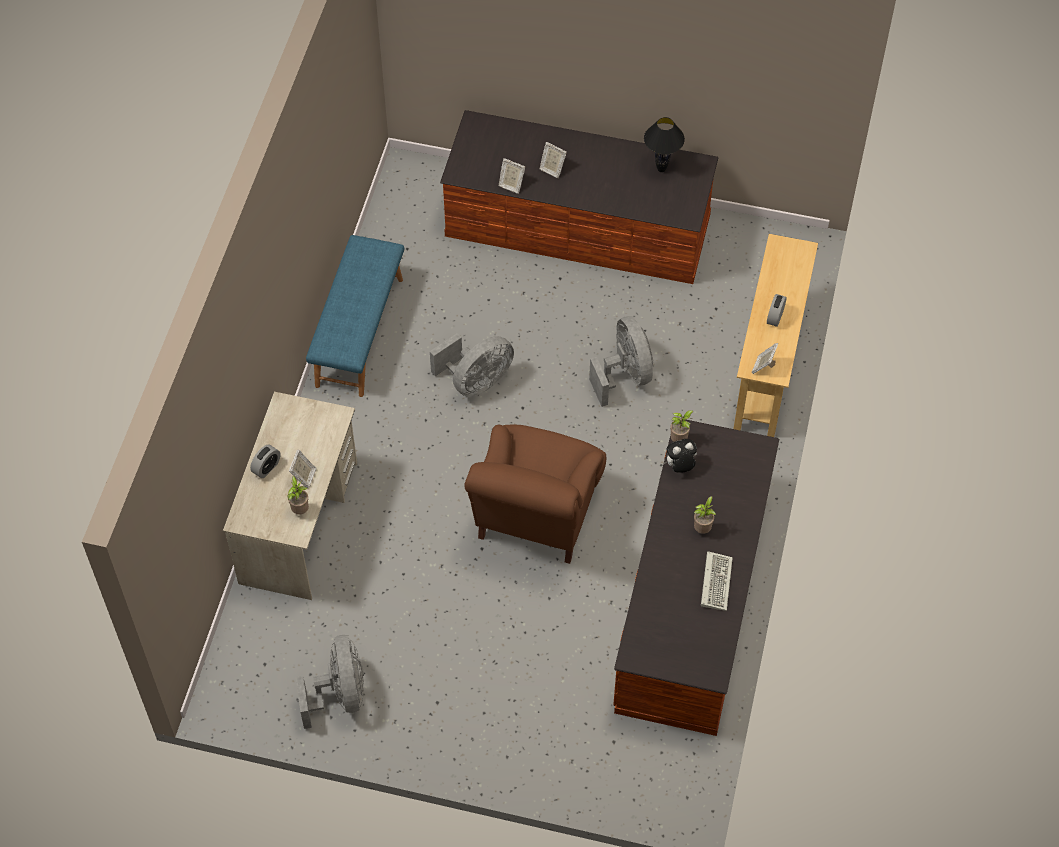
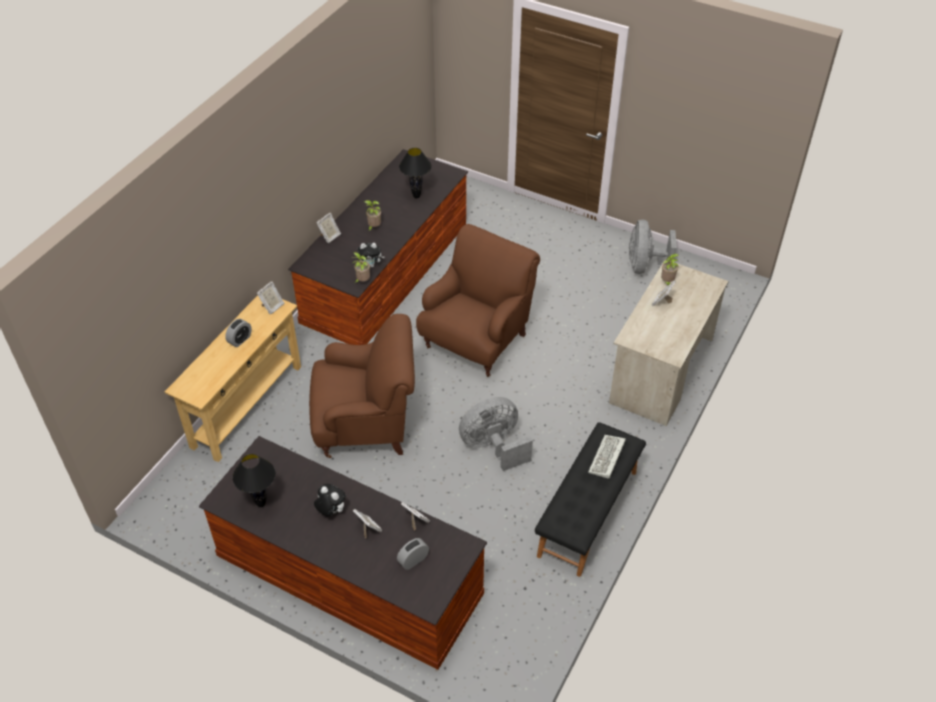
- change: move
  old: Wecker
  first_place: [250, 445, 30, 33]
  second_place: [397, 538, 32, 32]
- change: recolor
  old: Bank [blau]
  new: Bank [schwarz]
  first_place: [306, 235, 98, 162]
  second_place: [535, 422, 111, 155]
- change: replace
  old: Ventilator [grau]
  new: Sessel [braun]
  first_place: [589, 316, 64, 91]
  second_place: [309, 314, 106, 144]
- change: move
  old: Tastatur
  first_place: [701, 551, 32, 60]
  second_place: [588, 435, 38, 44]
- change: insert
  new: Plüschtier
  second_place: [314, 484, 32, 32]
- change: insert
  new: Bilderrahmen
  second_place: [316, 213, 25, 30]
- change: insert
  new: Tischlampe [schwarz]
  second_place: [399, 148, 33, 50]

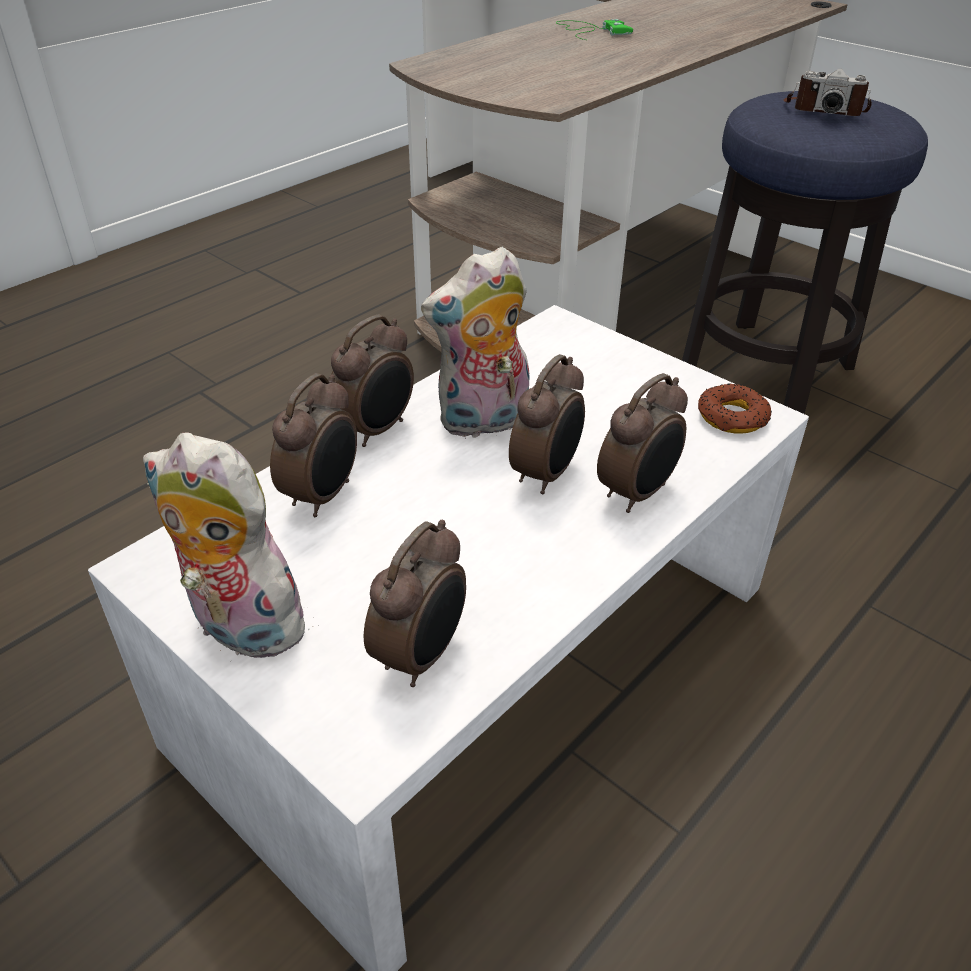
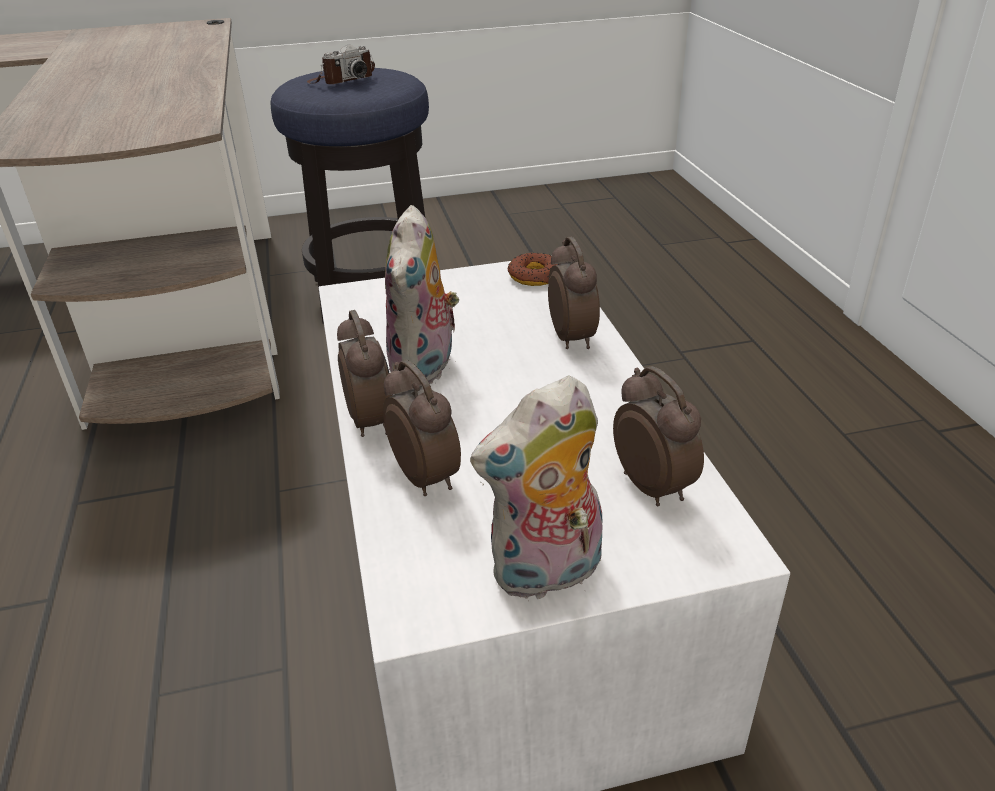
- change: delete
  old: Wecker
  first_place: [509, 354, 76, 140]
- change: delete
  old: Gamepad [grün]
  first_place: [557, 19, 76, 21]

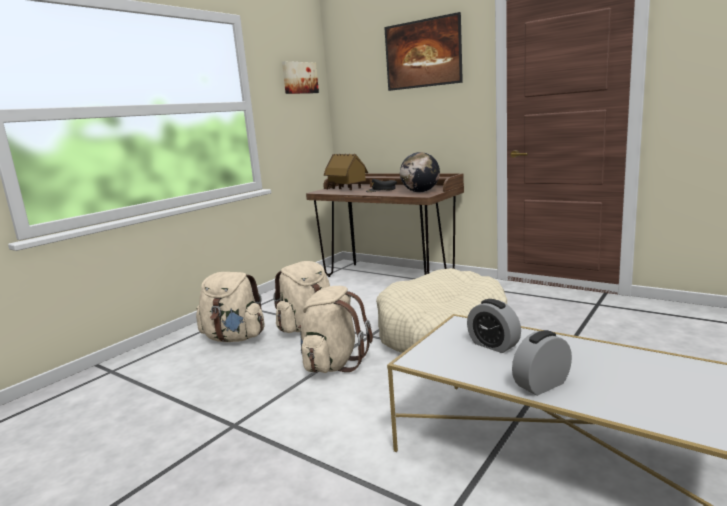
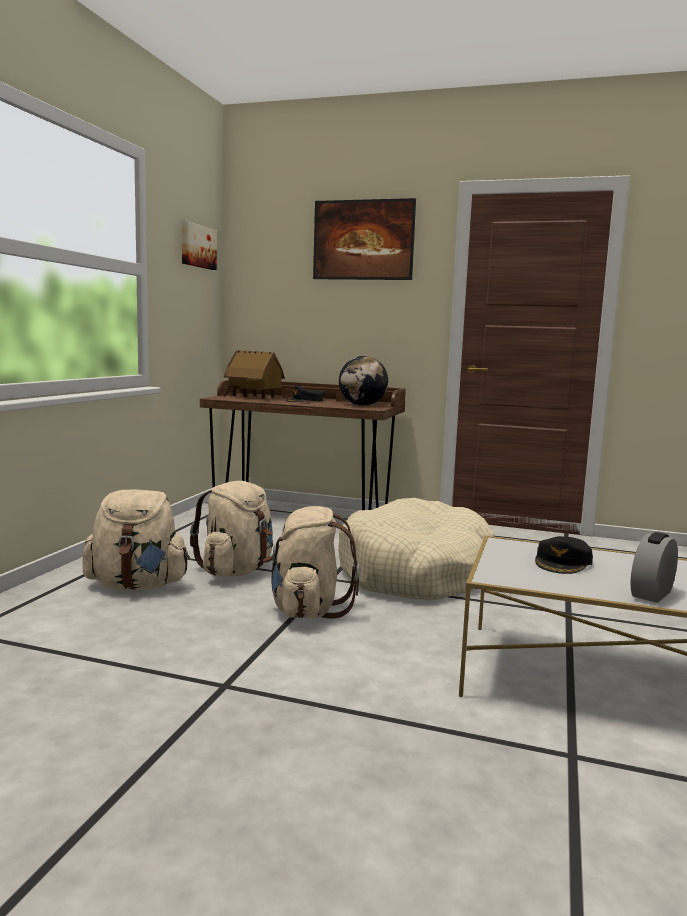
- change: replace
  old: Wecker
  new: Kappe [schwarz]
  first_place: [467, 299, 54, 54]
  second_place: [535, 536, 58, 38]

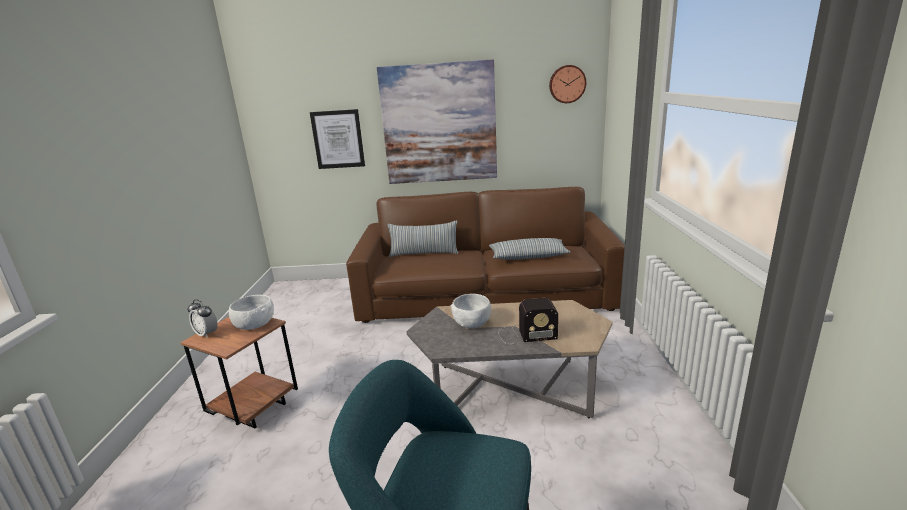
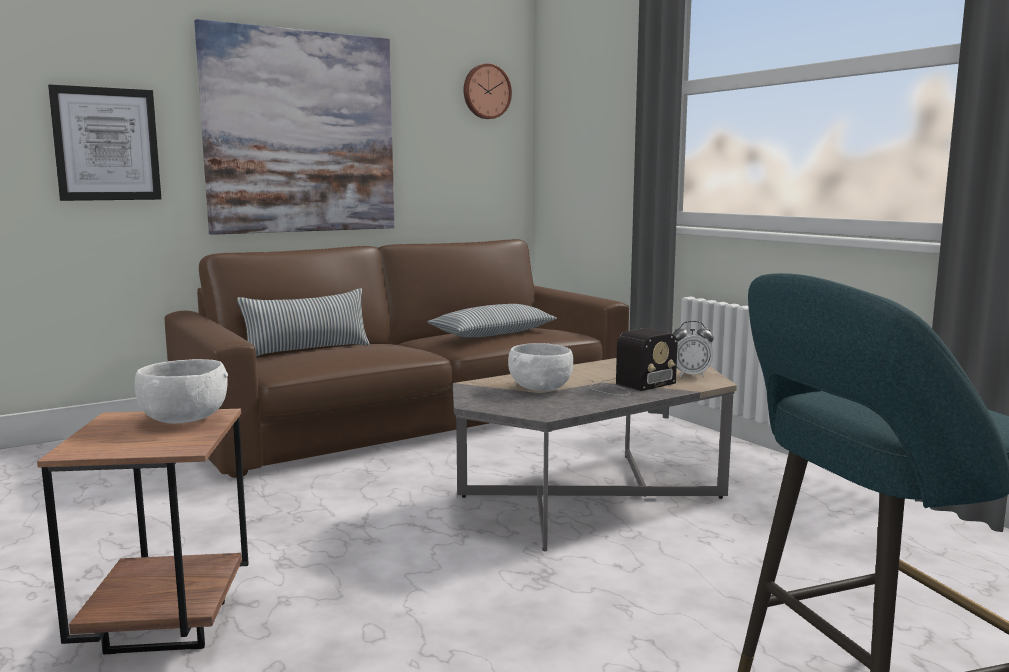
- change: move
  old: Wecker
  first_place: [188, 299, 30, 39]
  second_place: [673, 321, 41, 56]

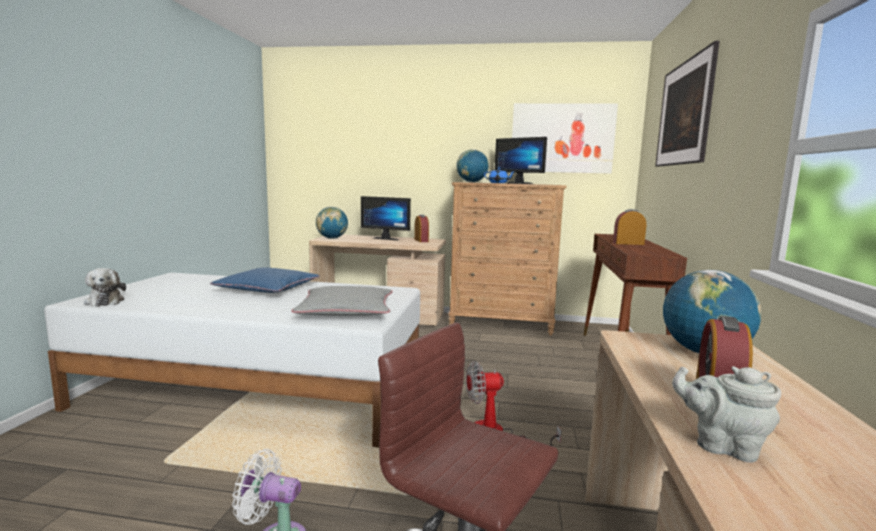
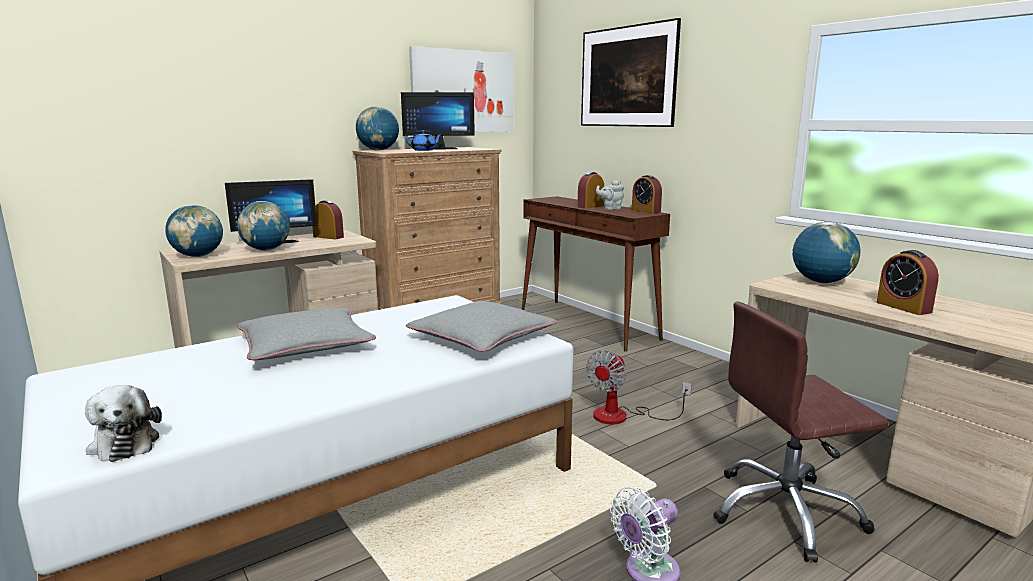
- change: rotate
  old: Plüschtier
  first_place: [84, 268, 42, 39]
  second_place: [85, 385, 77, 77]
  degrees: 45
- change: recolor
  old: Kissen [blau]
  new: Kissen [grau]
  first_place: [210, 268, 110, 25]
  second_place: [237, 308, 139, 52]
- change: move
  old: Teekanne [grau]
  first_place: [672, 366, 109, 97]
  second_place: [596, 181, 28, 29]
- change: insert
  new: Globus
  second_place: [237, 201, 53, 50]
- change: insert
  new: Wecker
  second_place: [632, 175, 30, 39]

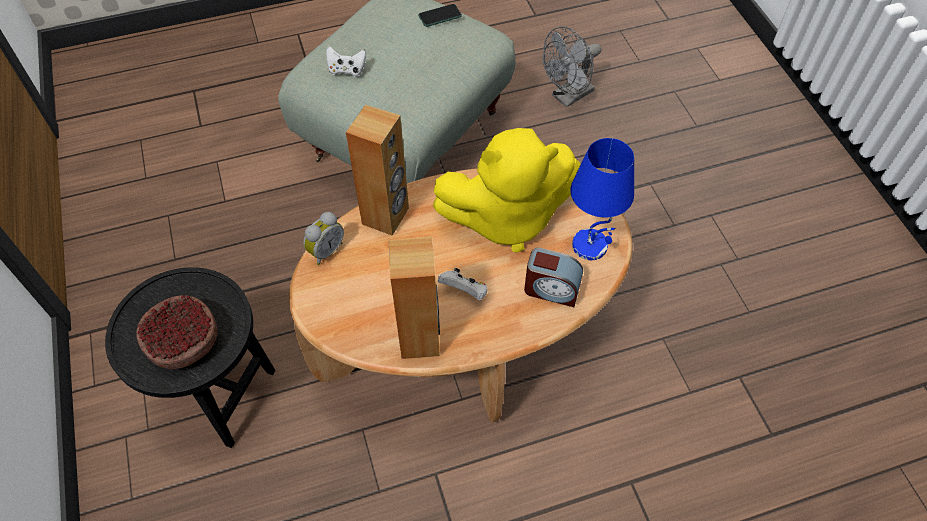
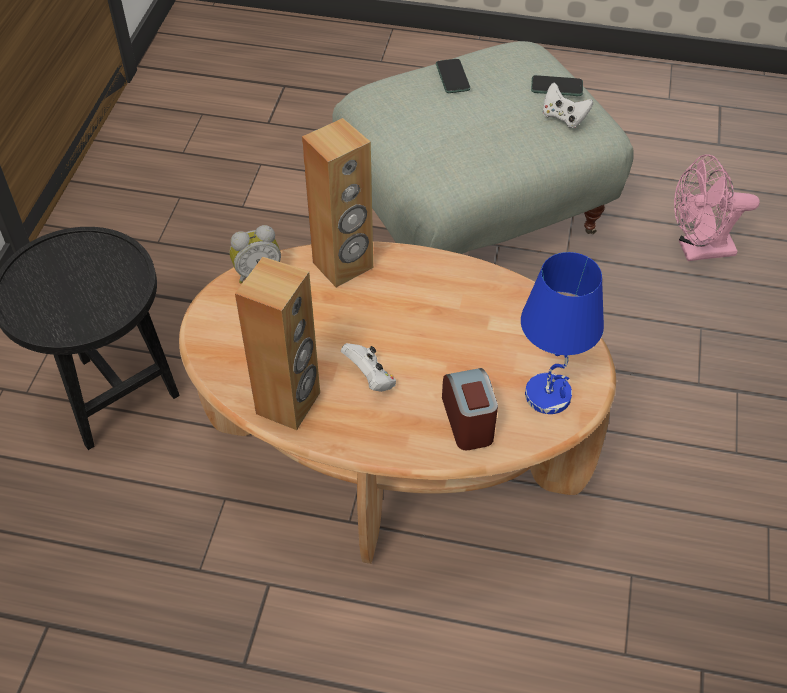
- change: delete
  old: Schüssel
  first_place: [136, 295, 81, 74]
- change: move
  old: Gamepad [weiß]
  first_place: [326, 46, 40, 31]
  second_place: [542, 83, 51, 45]
- change: delete
  old: Plüschtier [gelb]
  first_place: [433, 128, 148, 125]
- change: rotate
  old: Wecker
  first_place: [524, 248, 59, 59]
  second_place: [442, 368, 56, 82]
  degrees: -150
- change: recolor
  old: Ventilator [grau]
  new: Ventilator [rosa]
  first_place: [543, 27, 58, 80]
  second_place: [674, 154, 86, 107]
- change: insert
  new: Handy
  second_place: [436, 59, 35, 34]

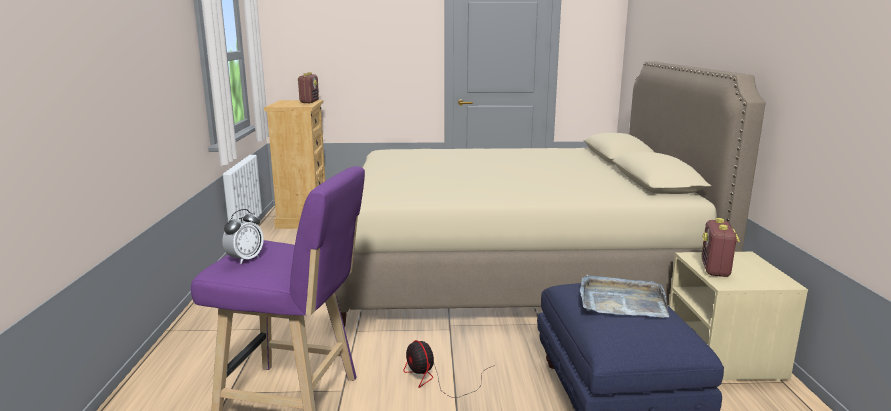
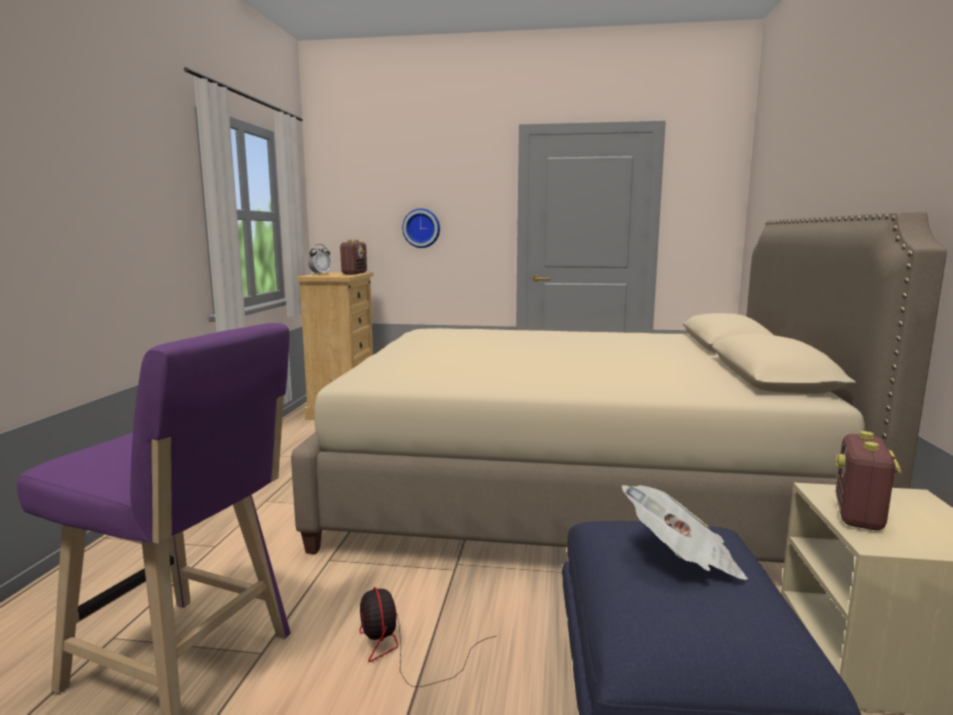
- change: move
  old: Wecker
  first_place: [222, 209, 42, 55]
  second_place: [308, 244, 24, 31]
- change: replace
  old: Tablett [grau]
  new: Zeitung
  first_place: [580, 274, 89, 44]
  second_place: [622, 485, 126, 95]
- change: insert
  new: Wanduhr
  second_place: [402, 208, 38, 40]

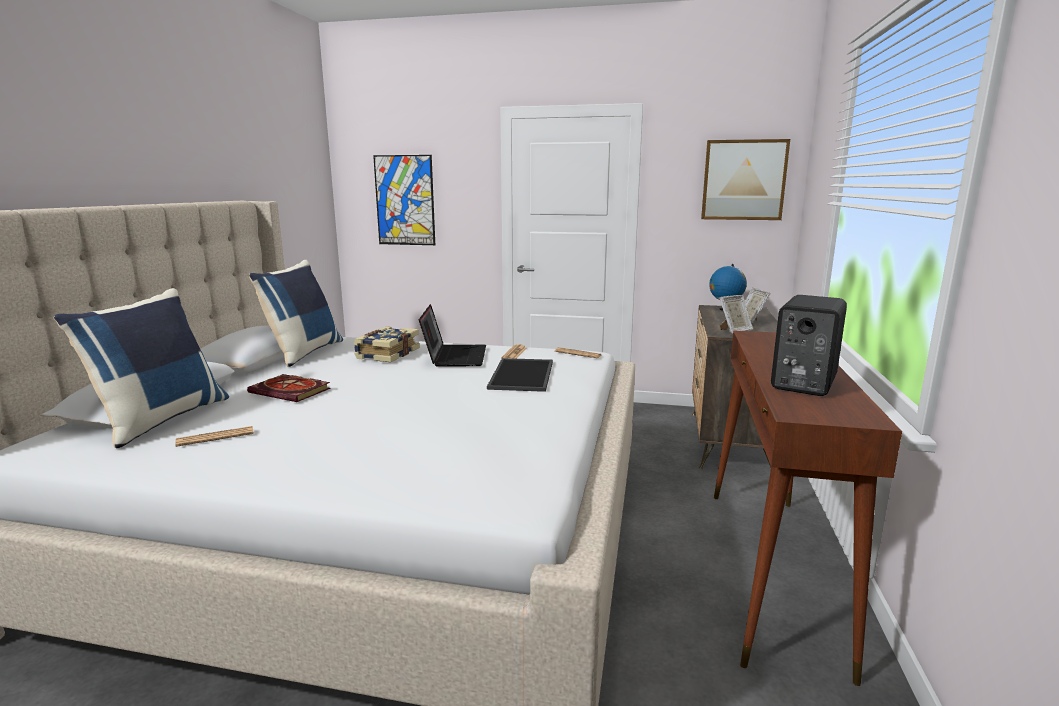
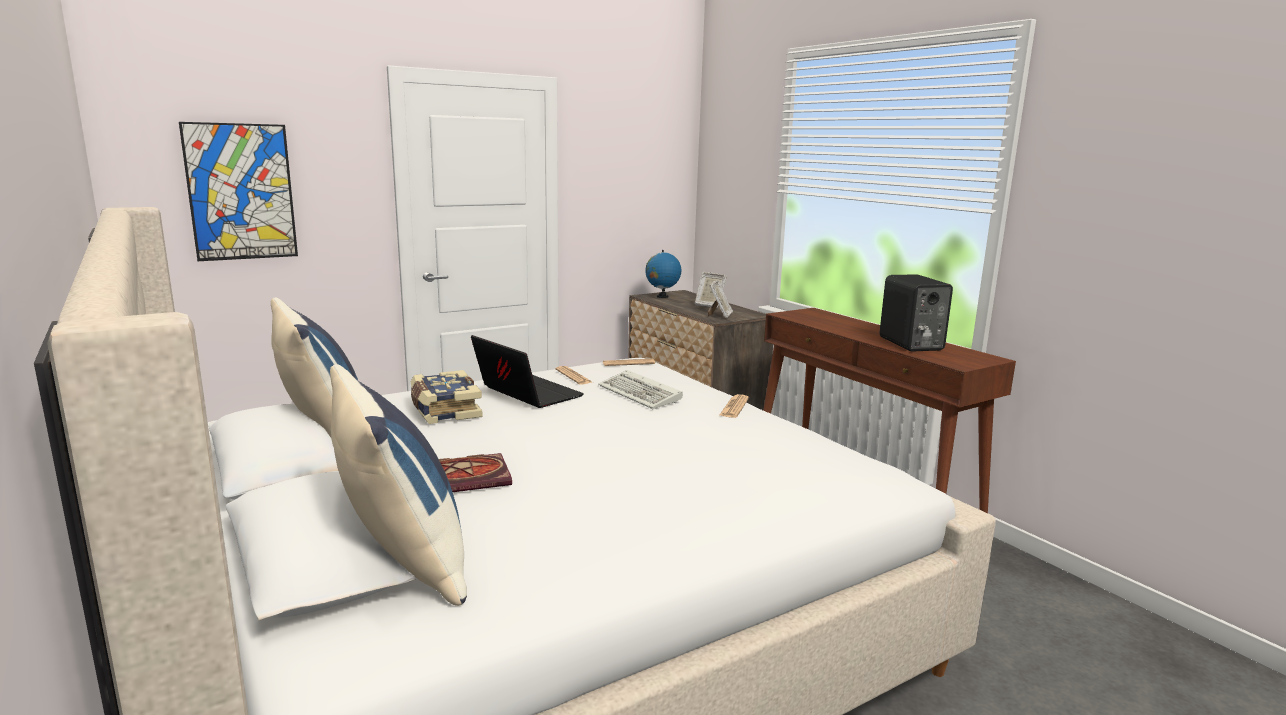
- change: move
  old: Zeitung
  first_place: [175, 426, 79, 21]
  second_place: [720, 394, 29, 24]
- change: replace
  old: Tablett
  new: Tastatur
  first_place: [487, 358, 66, 34]
  second_place: [598, 370, 85, 39]
- change: delete
  old: Bild
  first_place: [701, 139, 89, 81]

